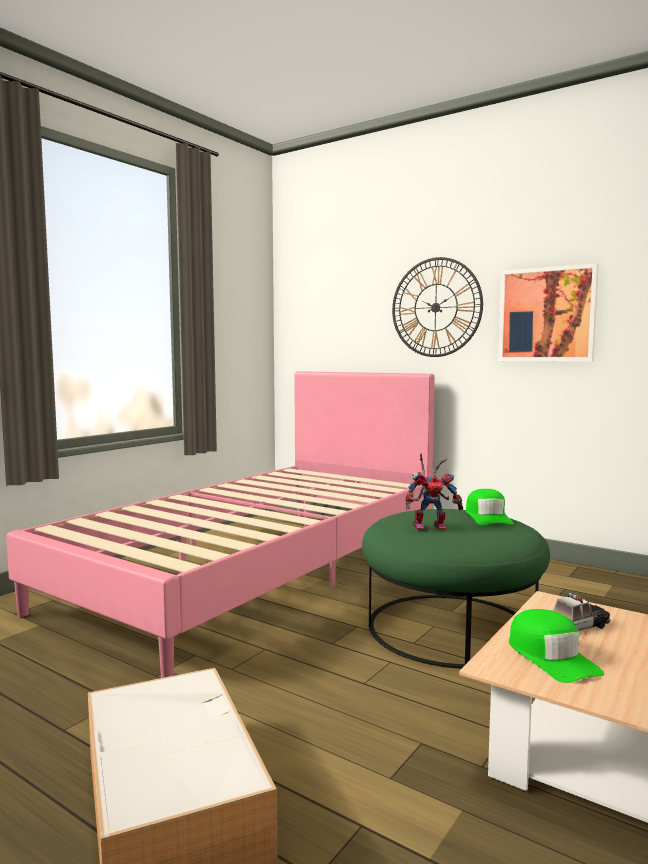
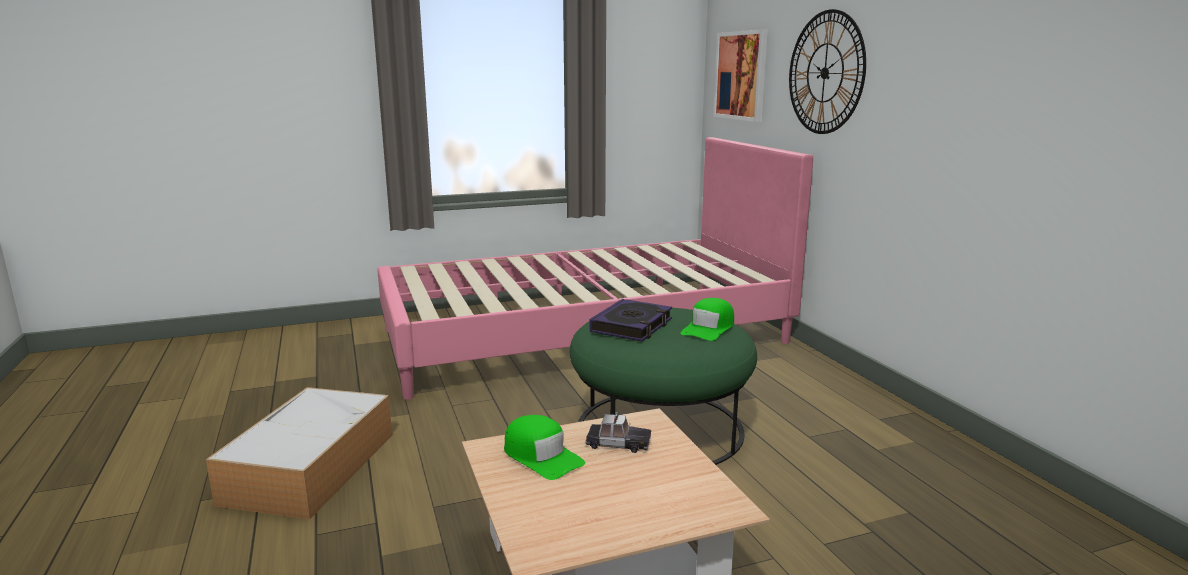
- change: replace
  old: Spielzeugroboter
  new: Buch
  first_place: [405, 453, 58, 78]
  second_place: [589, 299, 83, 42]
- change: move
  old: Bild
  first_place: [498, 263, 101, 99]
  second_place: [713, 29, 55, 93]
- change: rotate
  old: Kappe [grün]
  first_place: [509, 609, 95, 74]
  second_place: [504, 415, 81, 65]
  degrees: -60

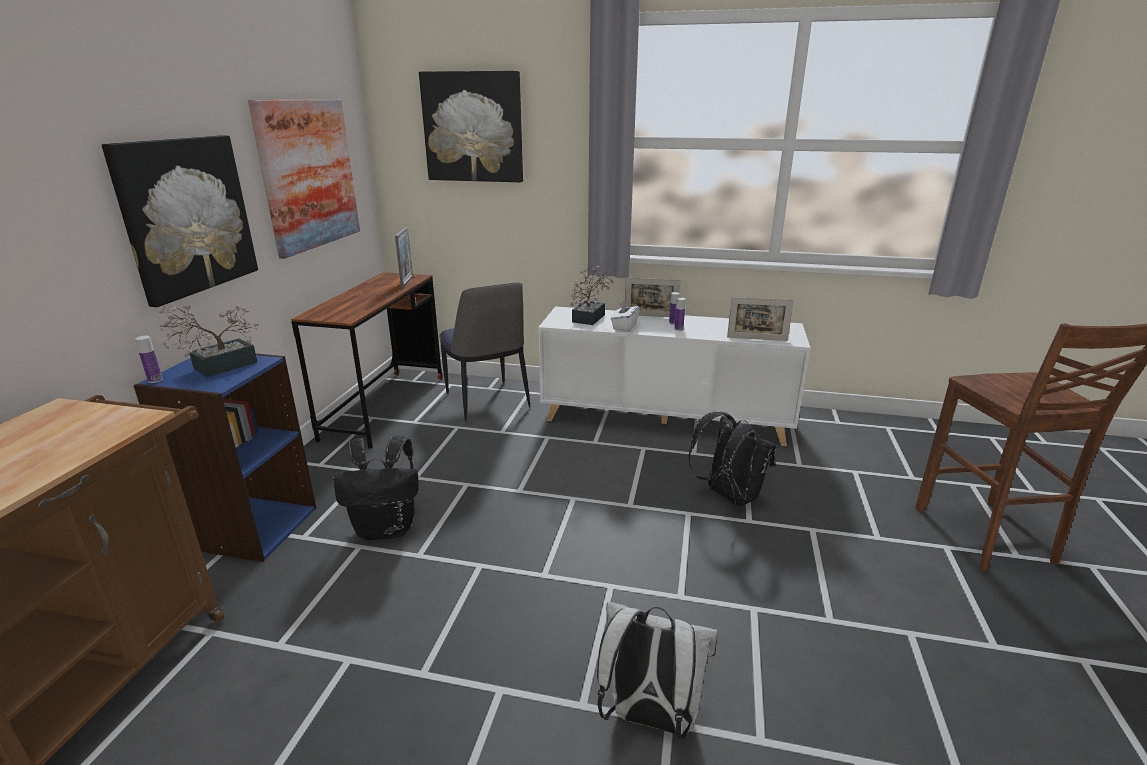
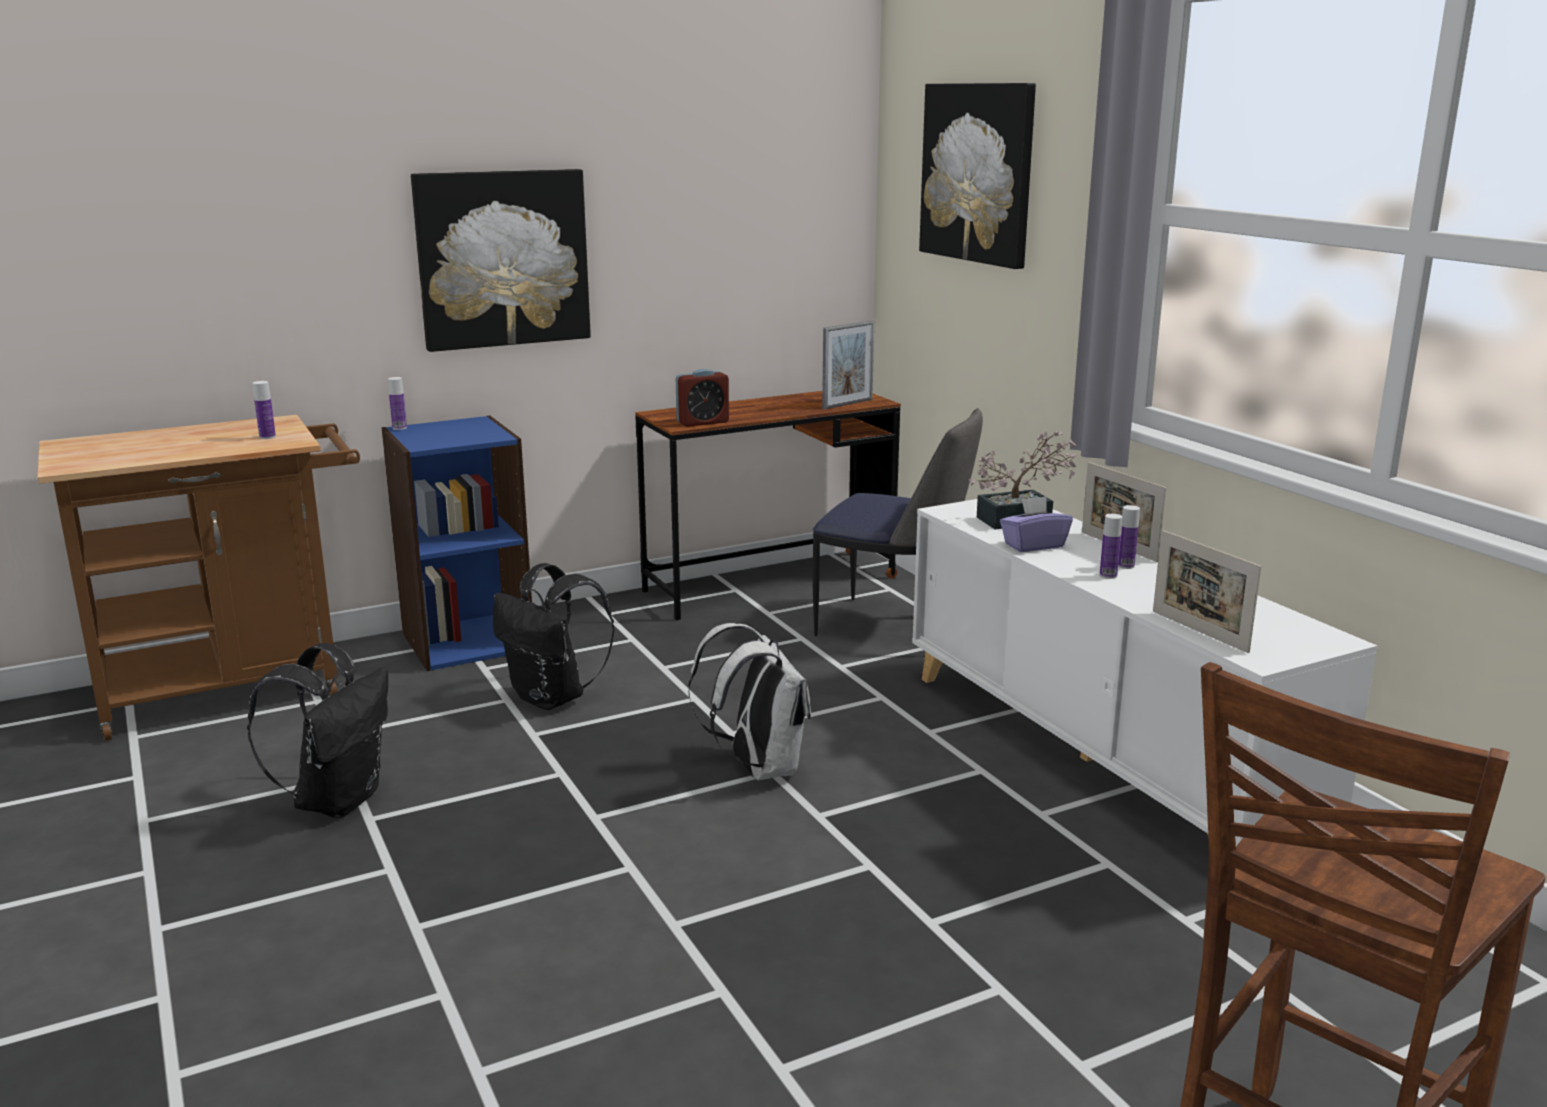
- change: delete
  old: Topfpflanze
  first_place: [159, 305, 100, 72]
- change: delete
  old: Bild
  first_place: [248, 100, 112, 159]
- change: rotate
  old: Stuhl
  first_place: [439, 283, 91, 138]
  second_place: [813, 408, 170, 228]
  degrees: -90
- change: move
  old: Rucksack [weiß]
  first_place: [597, 602, 121, 137]
  second_place: [689, 623, 122, 157]
- change: recolor
  old: Taschentuchbox [weiß]
  new: Taschentuchbox [lila]
  first_place: [611, 300, 28, 31]
  second_place: [1000, 496, 73, 56]
- change: move
  old: Rucksack [schwarz]
  first_place: [688, 412, 88, 94]
  second_place: [247, 643, 141, 175]
- change: insert
  new: Flasche
  second_place: [252, 381, 24, 58]
- change: insert
  new: Wecker
  second_place: [675, 369, 54, 58]

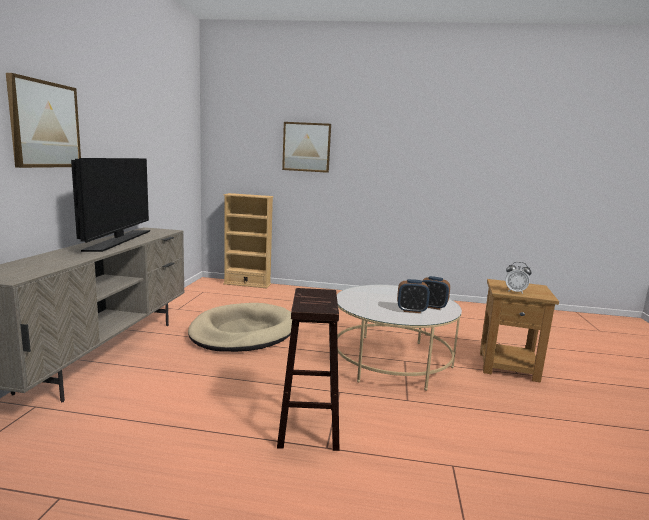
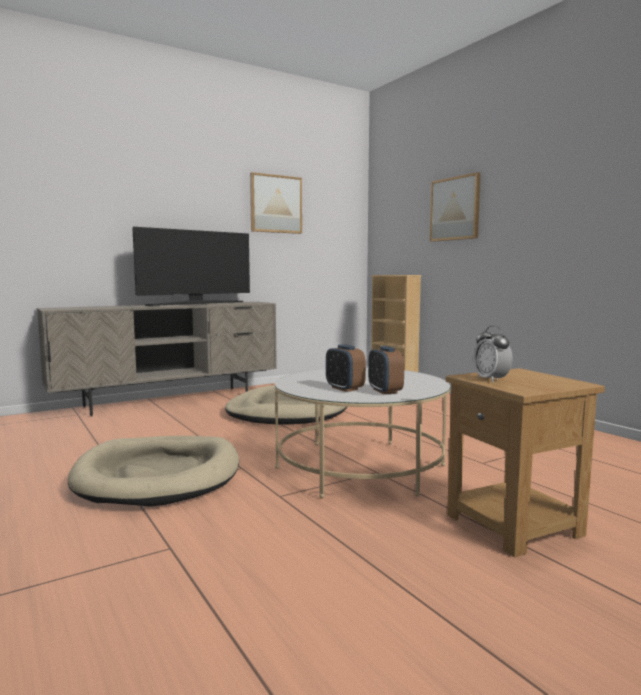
- change: move
  old: Bild
  first_place: [6, 73, 75, 95]
  second_place: [250, 172, 52, 62]
- change: replace
  old: Hocker [braun]
  new: Hundebett [beige]
  first_place: [277, 288, 62, 163]
  second_place: [68, 436, 171, 71]

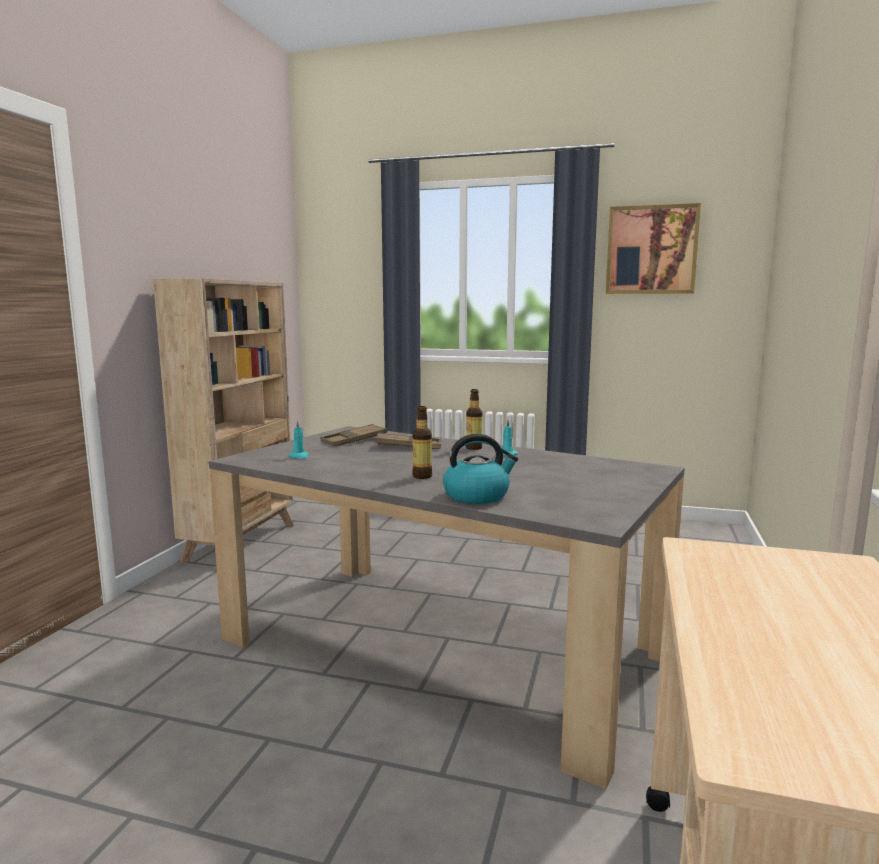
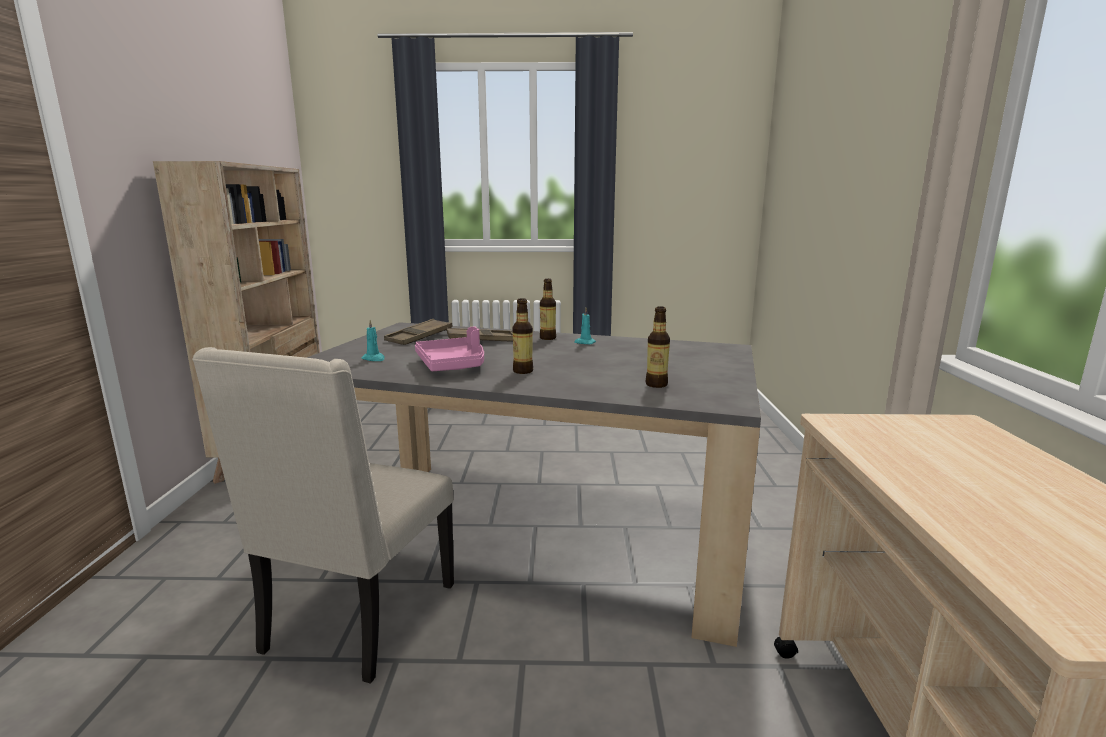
- change: delete
  old: Wasserkessel
  first_place: [443, 434, 75, 70]
- change: delete
  old: Bild
  first_place: [606, 203, 95, 91]
- change: insert
  new: Stuhl [beige]
  second_place: [192, 347, 262, 337]
- change: insert
  new: Tablett [rosa]
  second_place: [415, 327, 69, 44]
- change: insert
  new: Flasche
  second_place: [646, 306, 24, 82]

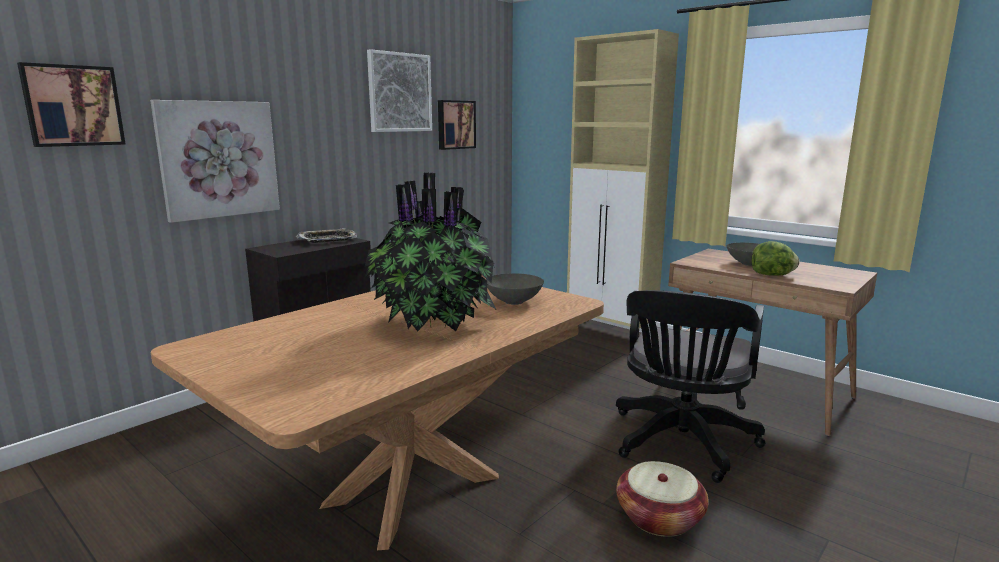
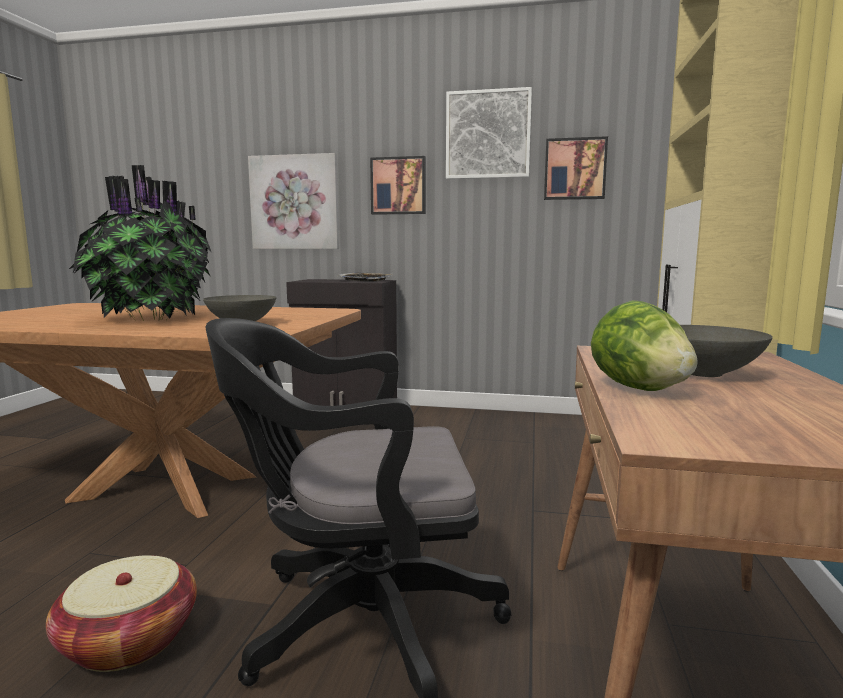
- change: move
  old: Bild
  first_place: [17, 62, 108, 85]
  second_place: [370, 156, 56, 59]

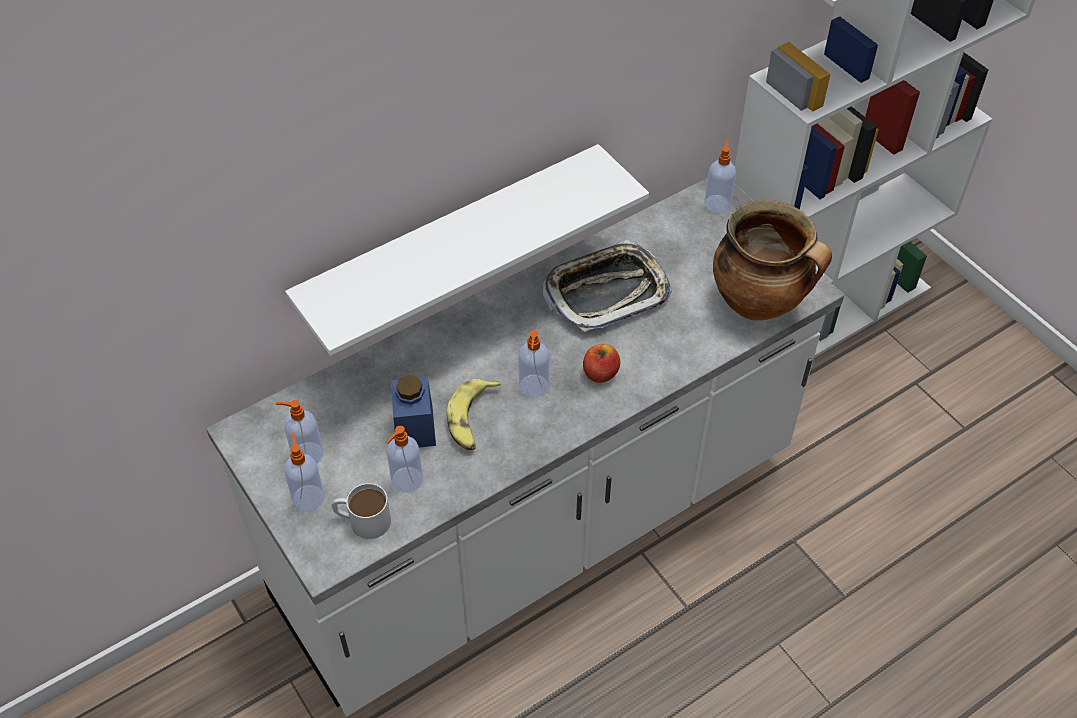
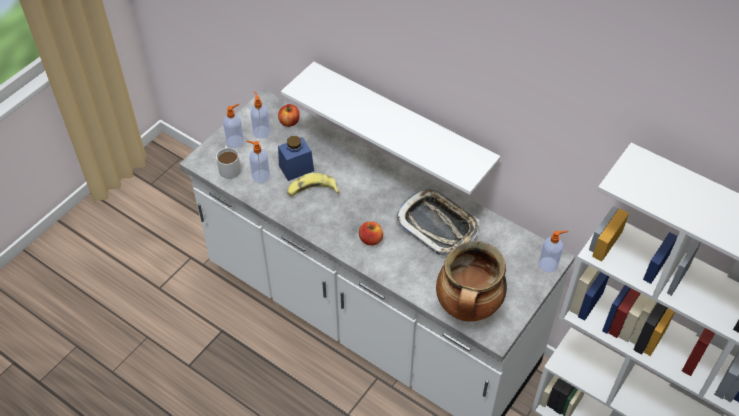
- change: delete
  old: Seifenspender
  first_place: [518, 330, 31, 68]
- change: insert
  new: Apfel
  second_place: [278, 104, 22, 23]

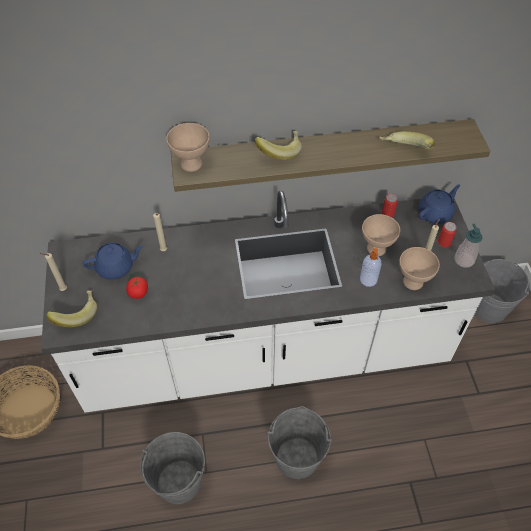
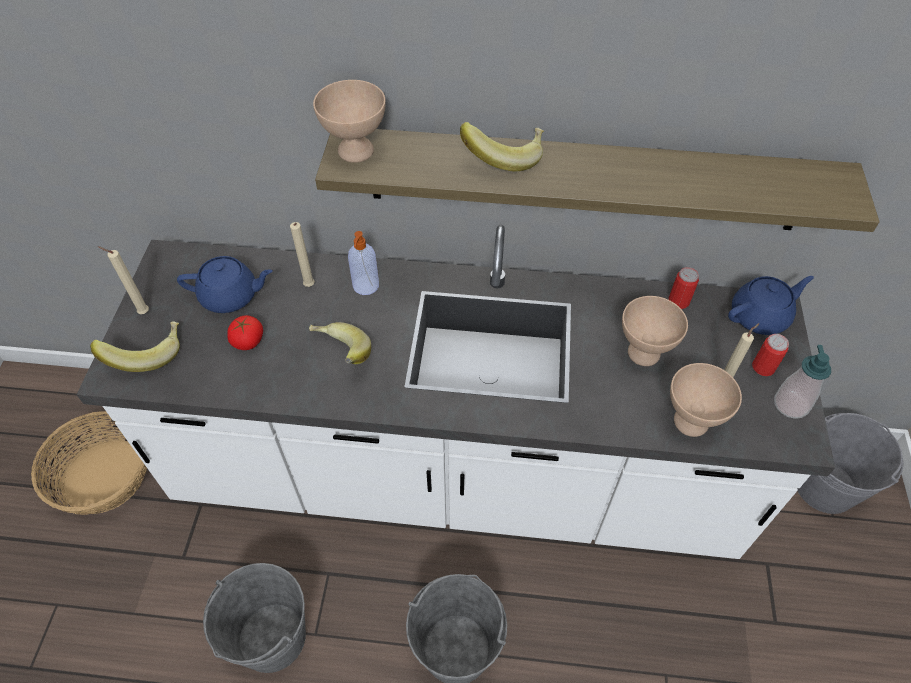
- change: move
  old: Seifenspender
  first_place: [360, 248, 21, 39]
  second_place: [348, 231, 31, 64]
- change: move
  old: Banane
  first_place: [379, 131, 56, 18]
  second_place: [309, 322, 62, 42]

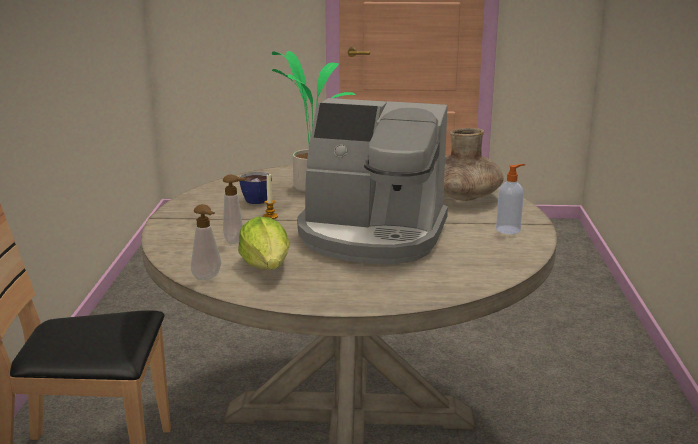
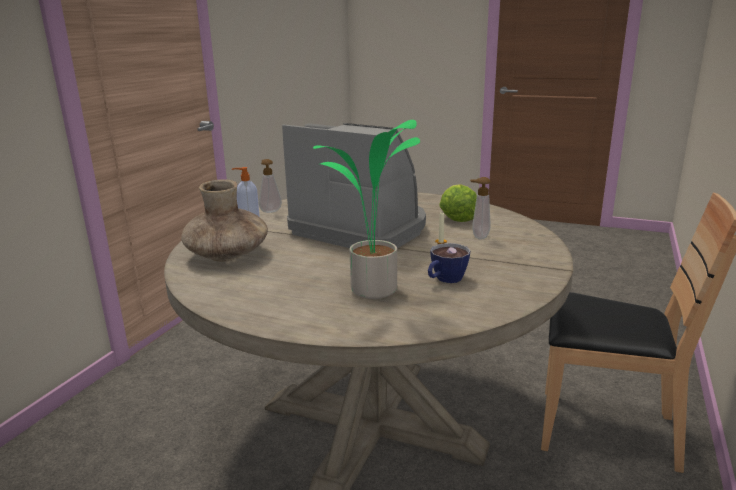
- change: move
  old: Seifenspender
  first_place: [191, 204, 30, 76]
  second_place: [259, 159, 23, 54]

